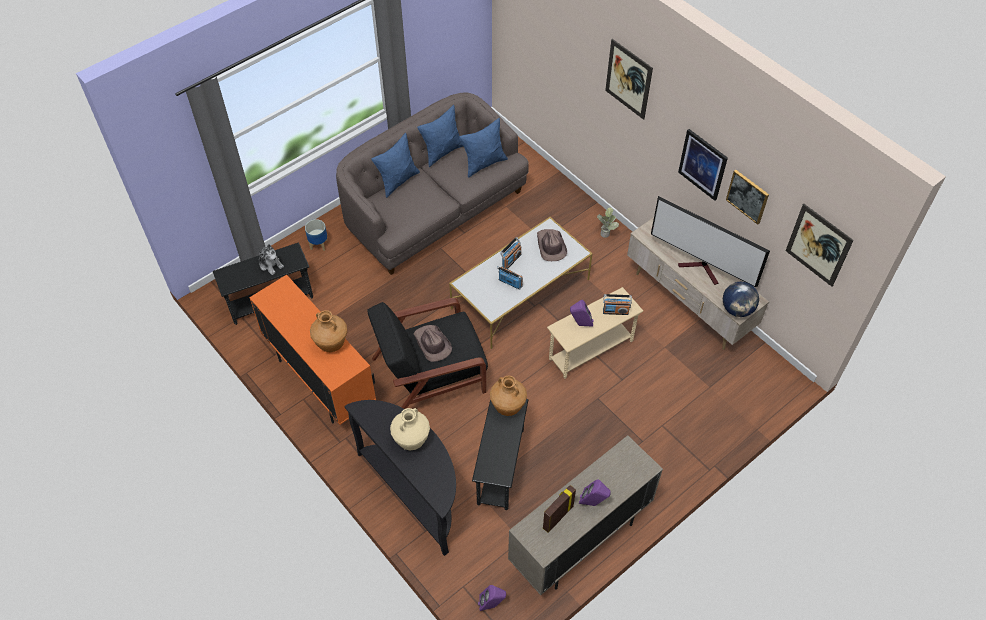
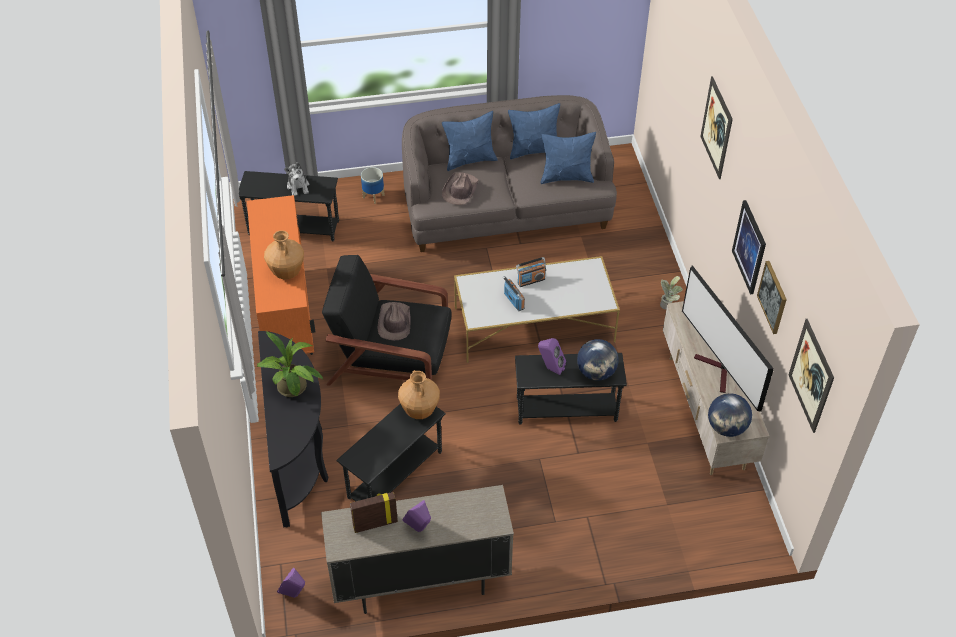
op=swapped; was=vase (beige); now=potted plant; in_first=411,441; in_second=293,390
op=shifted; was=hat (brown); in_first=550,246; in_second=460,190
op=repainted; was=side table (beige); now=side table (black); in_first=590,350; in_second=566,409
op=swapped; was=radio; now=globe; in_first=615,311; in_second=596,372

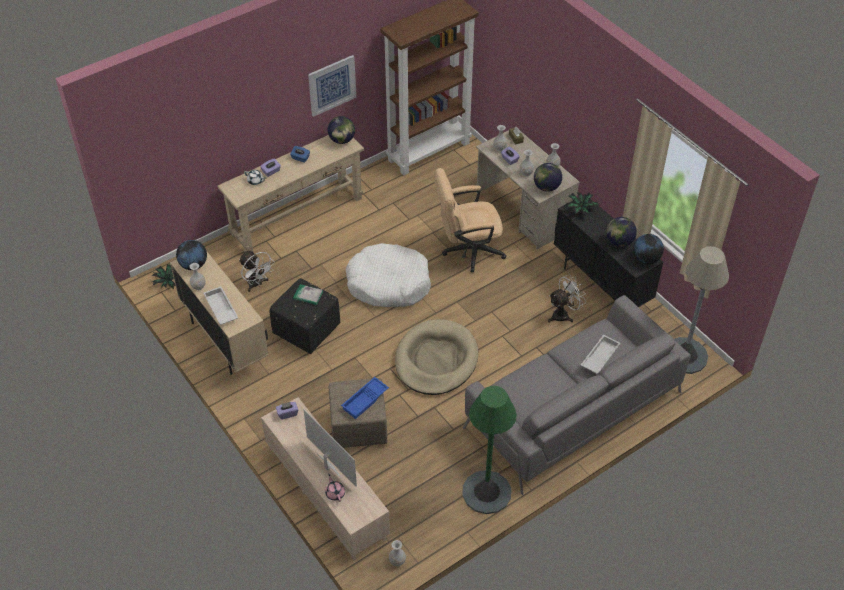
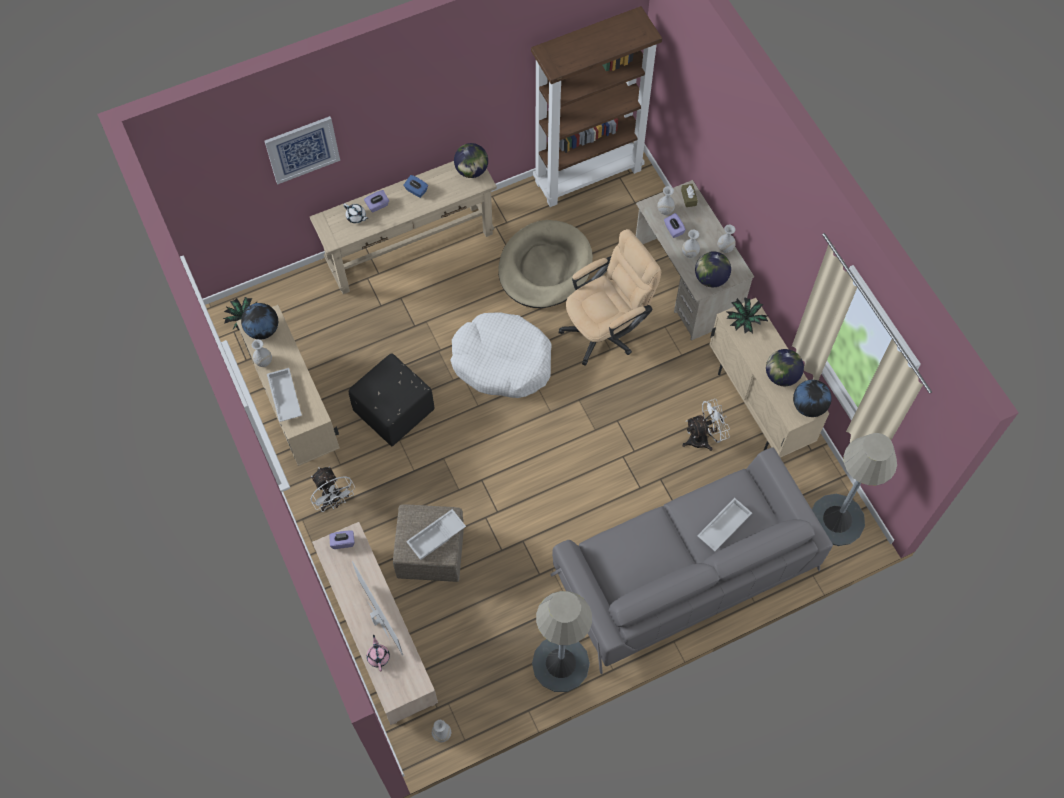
op=shifted; was=fan (white); in_first=257,284; in_second=334,501
op=gone; was=book; in_first=308,295
op=shifted; was=picture; in_first=332,85; in_second=302,149
op=repainted; was=tray (blue); now=tray (white); in_first=365,400; in_second=436,537
op=shifted; was=dog bed (beige); in_first=436,360; in_second=545,267
op=rotated; was=office chair (beige); in_first=467,250; in_second=606,329; clockwise=150
op=repainted; was=floor lamp (green); now=floor lamp (grey); in_first=486,492; in_second=561,664
op=repainted; was=cabinet (black); now=cabinet (beige); in_first=601,285; in_second=758,405

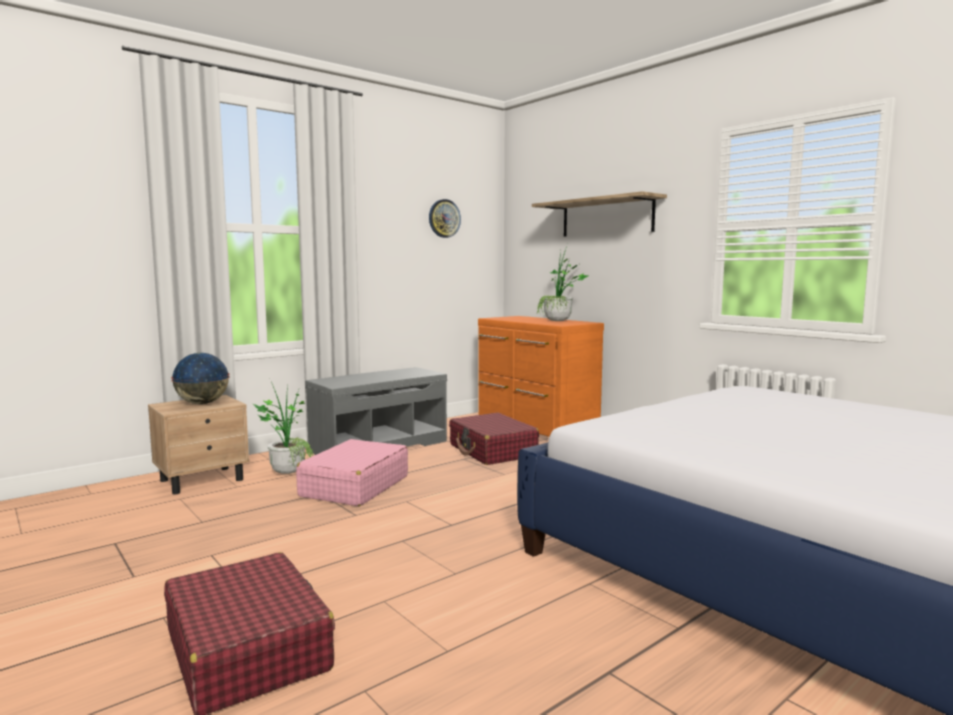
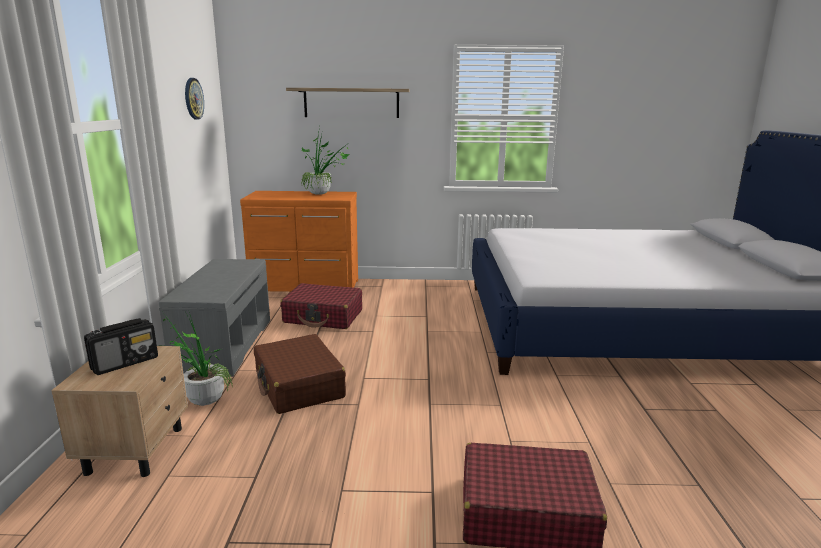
op=swapped; was=globe; now=radio; in_first=202,403; in_second=125,363
op=repainted; was=suitcase (pink); now=suitcase (brown); in_first=354,486; in_second=299,385

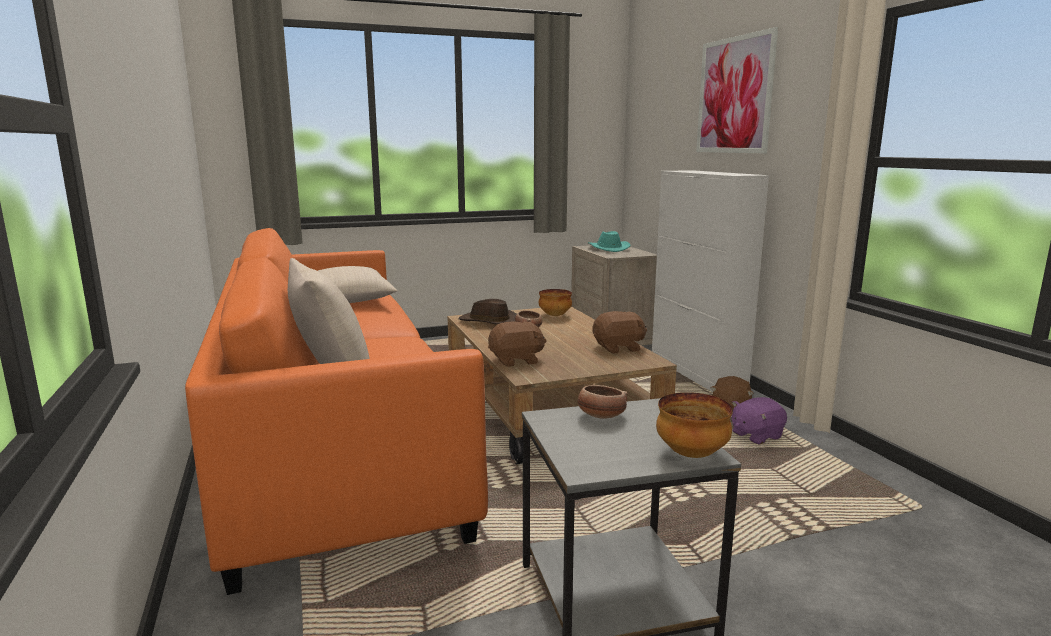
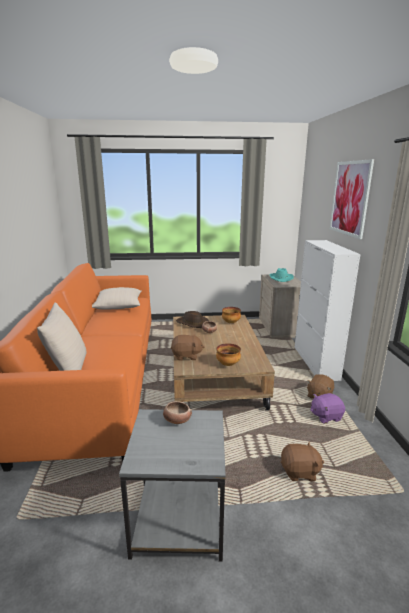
op=shifted; was=plush toy (brown); in_first=618,348; in_second=300,472
op=shifted; was=bowl; in_first=690,454; in_second=227,364

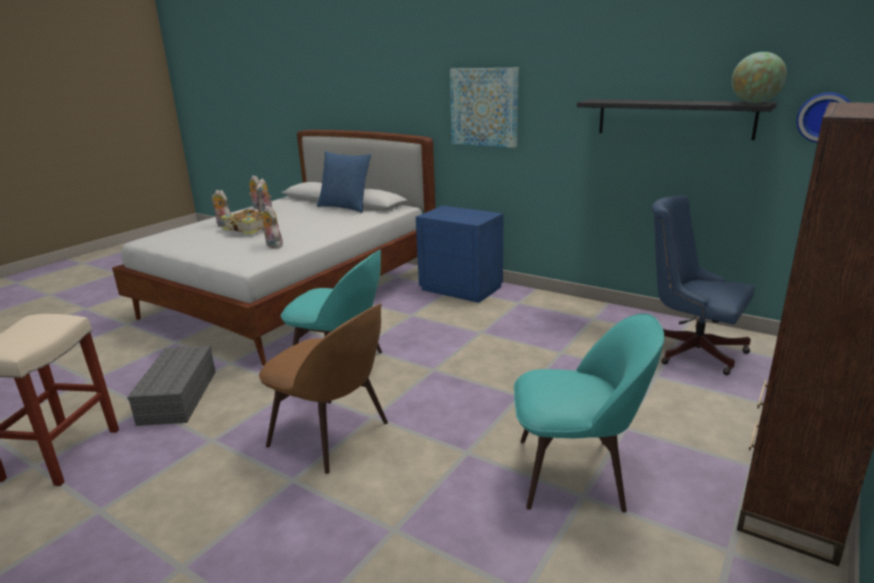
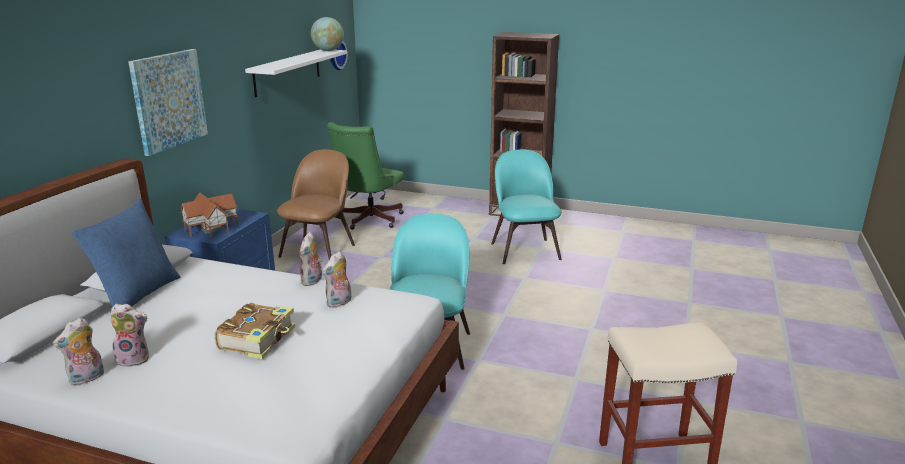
op=gone; was=storage box (grey); in_first=178,396
op=shifted; was=plush toy; in_first=224,226; in_second=312,281
op=shifted; was=chair (brown); in_first=332,436; in_second=319,249
op=repainted; was=shelf (black); now=shelf (white); in_first=674,118; in_second=288,72
op=repainted; was=office chair (blue); now=office chair (green); in_first=690,349; in_second=368,220
op=new; now=toy house; in_second=211,229

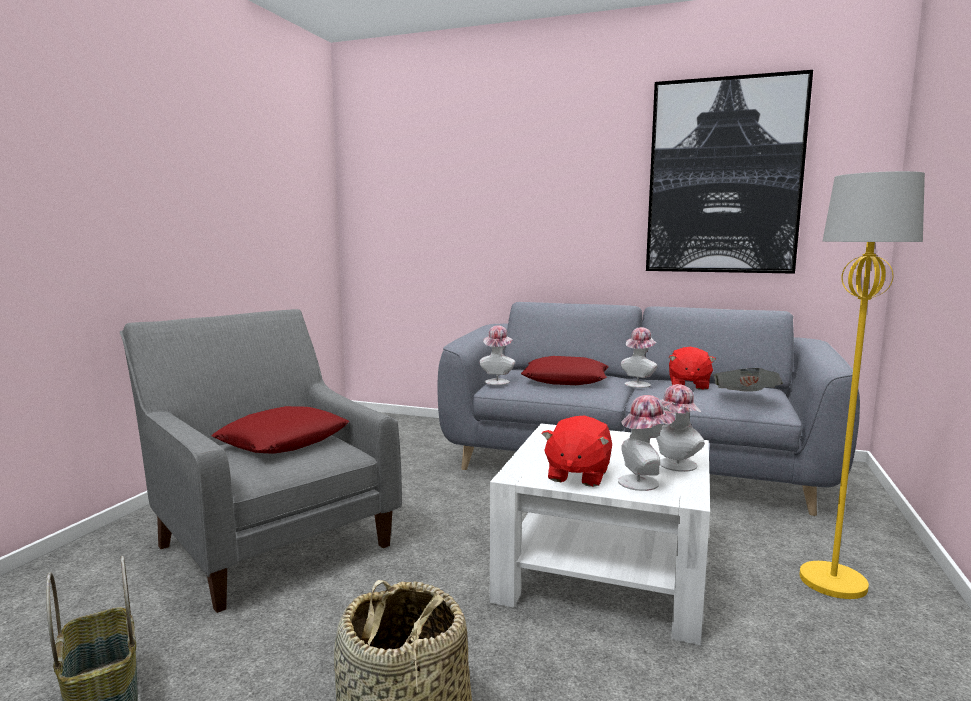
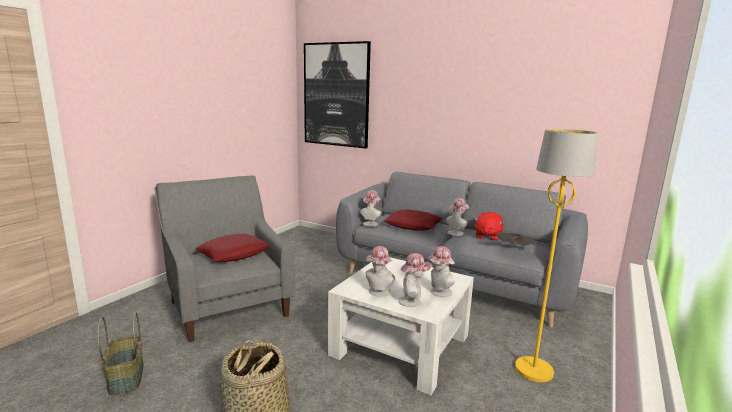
op=swapped; was=plush toy (red); now=hat; in_first=577,475; in_second=378,292
op=shifted; was=picture; in_first=723,177; in_second=336,95

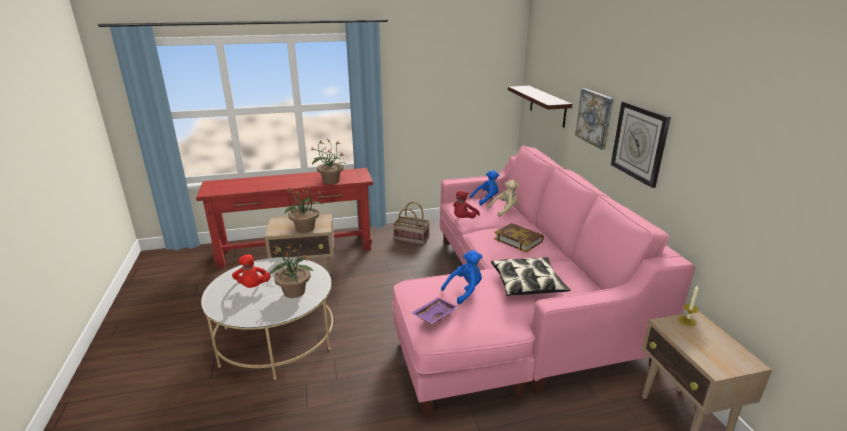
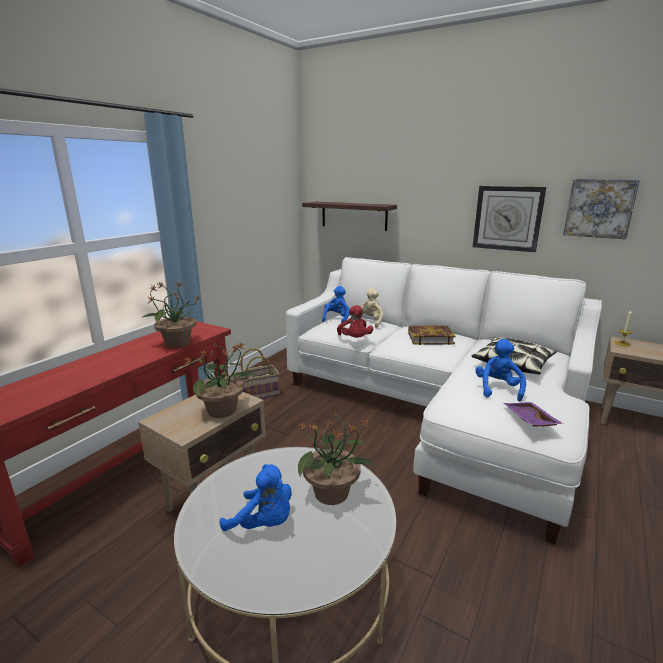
op=repainted; was=plush toy (red); now=plush toy (blue); in_first=253,287; in_second=263,523
op=repainted; was=sofa (pink); now=sofa (white); in_first=515,306; in_second=438,407
op=shifted; was=picture; in_first=595,118; in_second=599,208

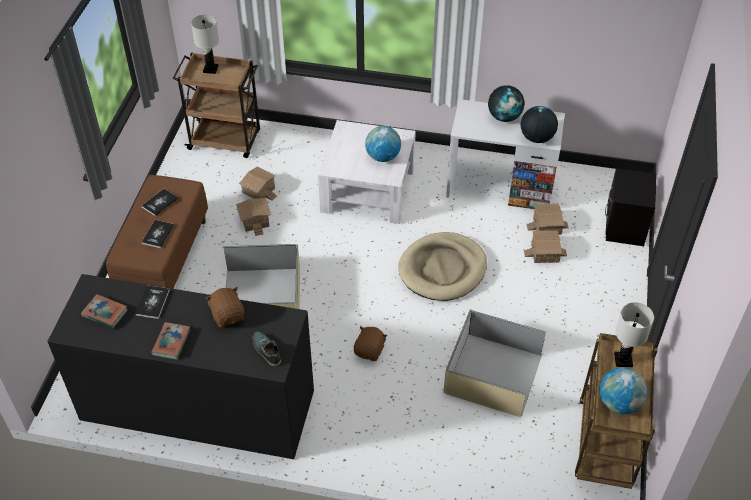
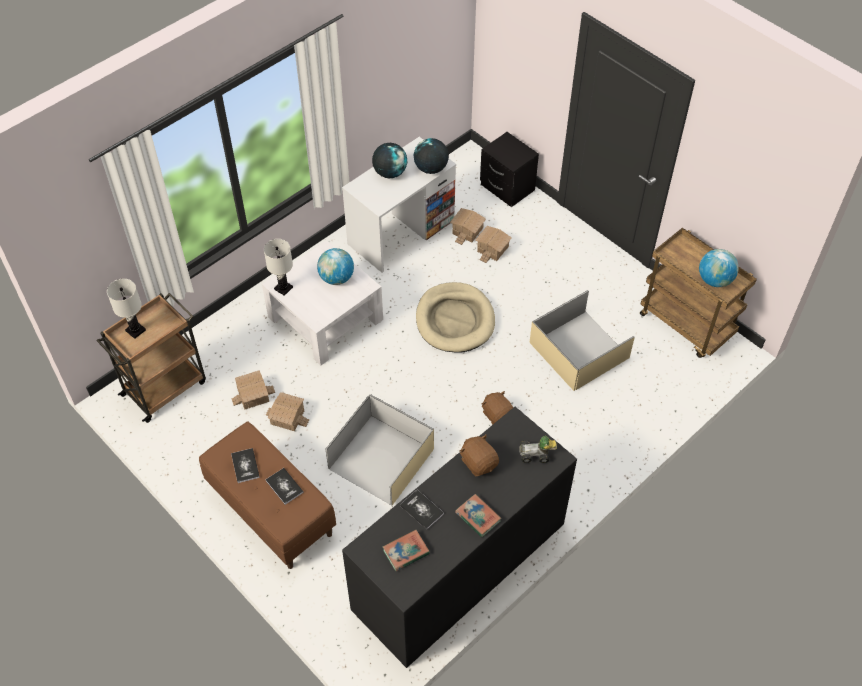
op=rotated; was=plush toy (brown); in_first=228,315; in_second=479,462; clockwise=45
op=swapped; was=shoe; now=toy car; in_first=266,350; in_second=536,454
op=shifted; was=table lamp (white); in_first=623,360; in_second=283,288

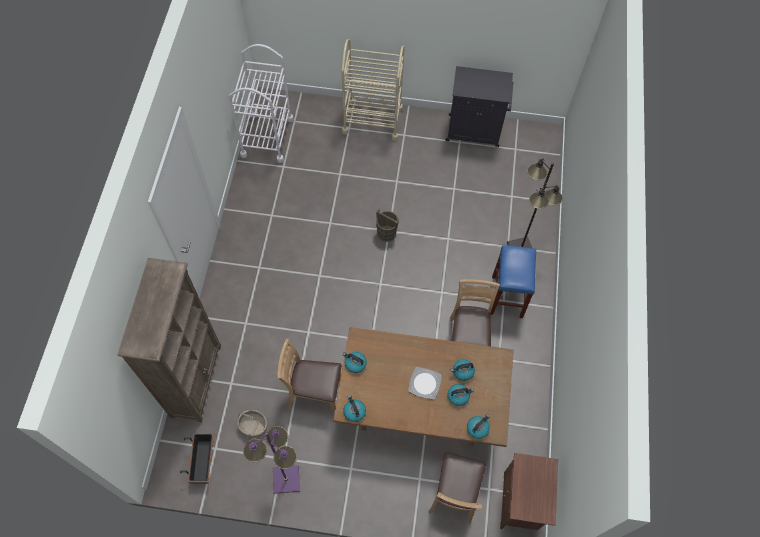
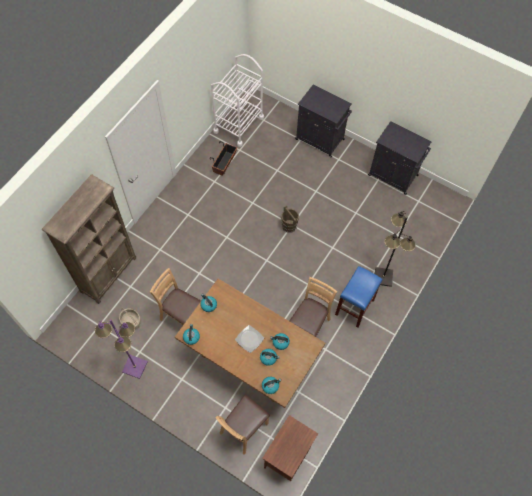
op=shifted; was=planter; in_first=203,461; in_second=224,163
op=swapped; was=cart (beige); now=cabinet (black); in_first=372,120; in_second=320,140

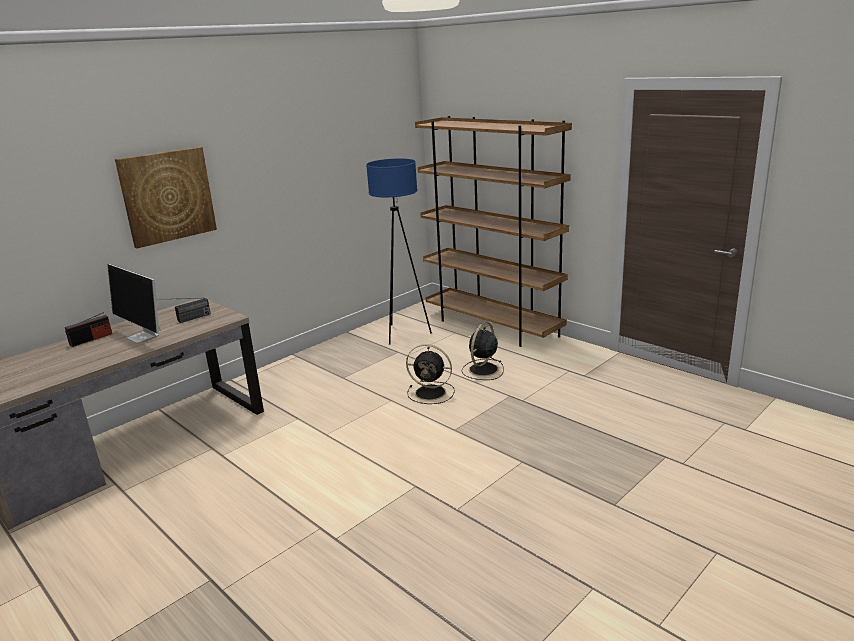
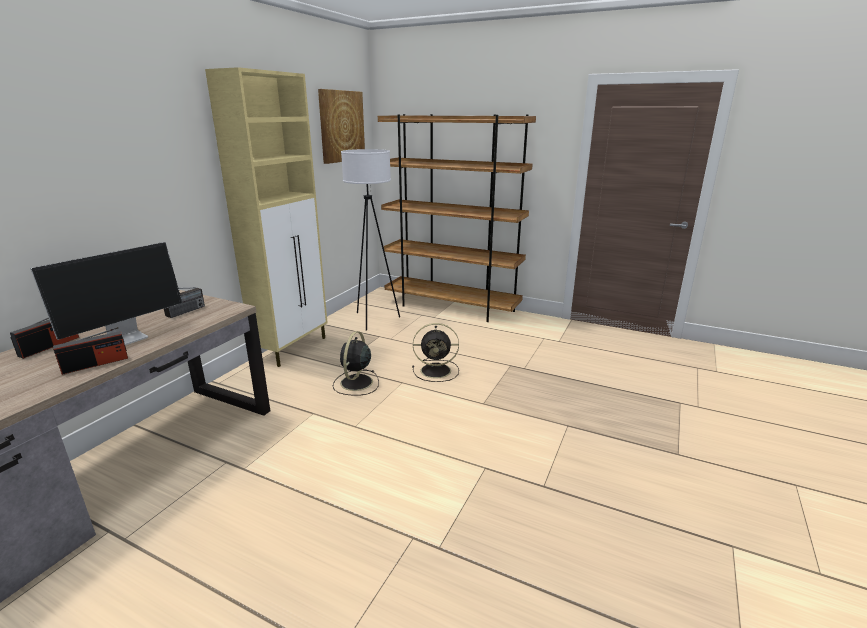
op=rotated; was=monitor; in_first=143,337; in_second=128,337; clockwise=-75
op=shifted; was=picture; in_first=167,196; in_second=341,126
op=repainted; was=floor lamp (blue); now=floor lamp (white); in_first=403,333; in_second=374,319
op=shifted; was=fan (black); in_first=482,370; in_second=356,383
op=new; now=radio; in_second=96,364
op=new; now=cabinet (beige); in_second=293,348

